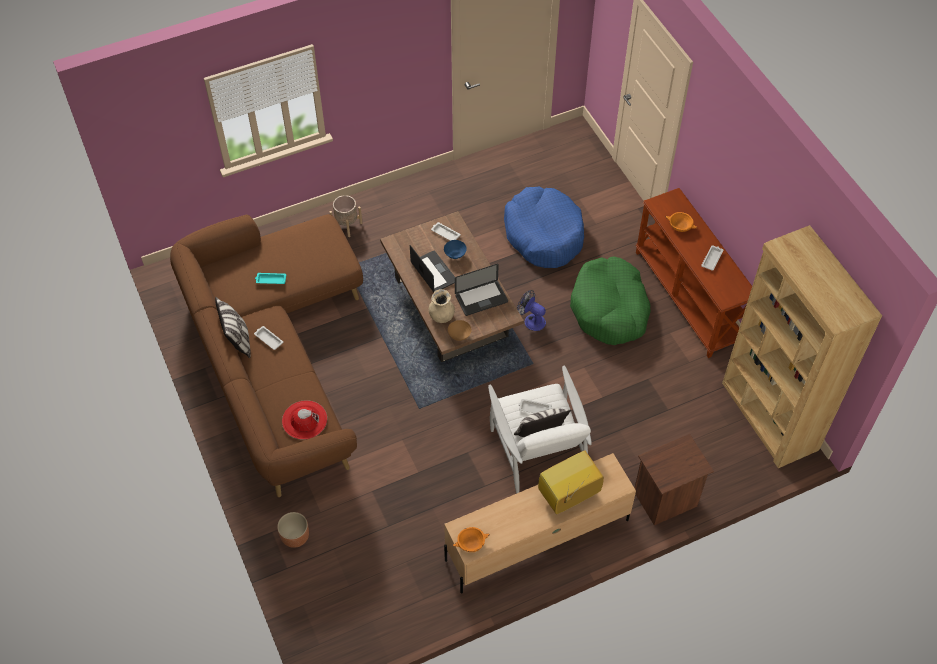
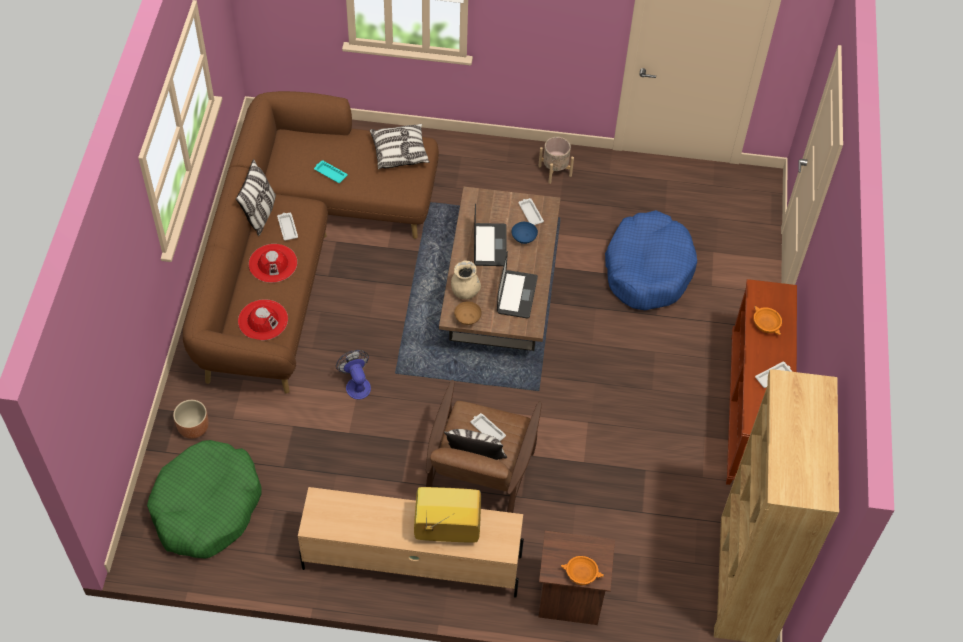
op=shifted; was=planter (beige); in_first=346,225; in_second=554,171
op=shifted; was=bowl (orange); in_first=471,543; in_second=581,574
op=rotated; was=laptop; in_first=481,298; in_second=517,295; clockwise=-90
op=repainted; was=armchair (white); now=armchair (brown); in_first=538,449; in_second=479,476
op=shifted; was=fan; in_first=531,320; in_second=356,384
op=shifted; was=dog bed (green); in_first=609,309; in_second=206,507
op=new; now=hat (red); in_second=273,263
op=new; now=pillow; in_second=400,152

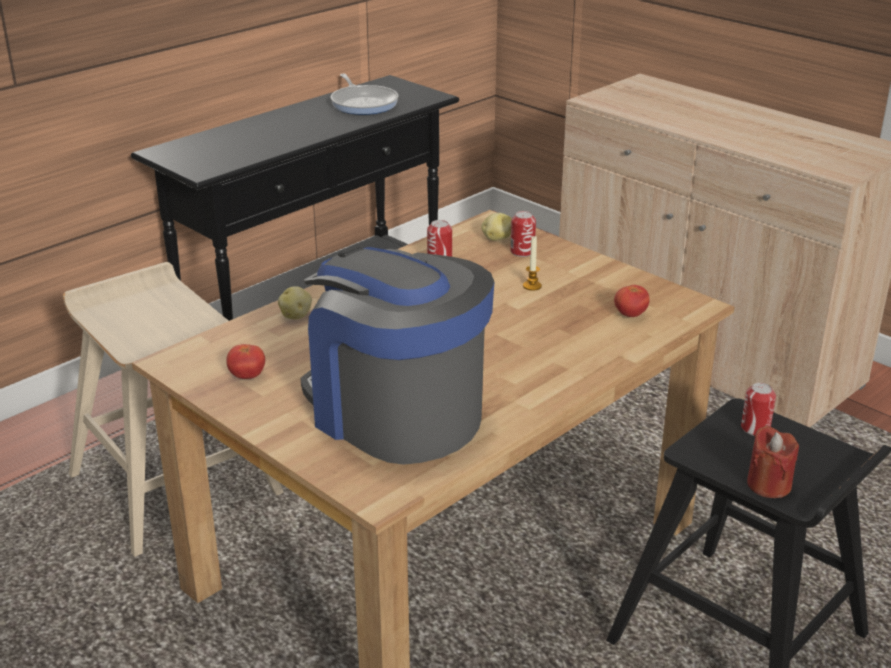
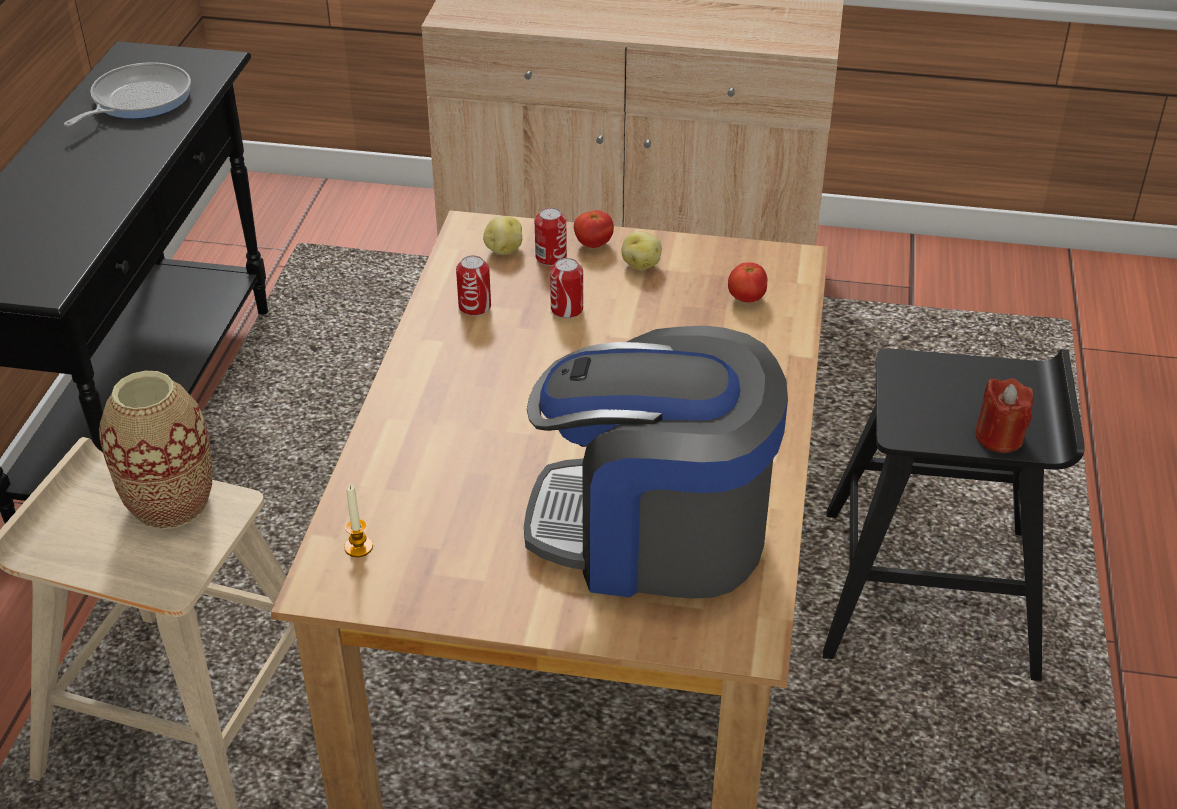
op=shifted; was=tomato; in_first=247,376; in_second=593,244
op=shifted; was=potato; in_first=296,315; in_second=641,264
op=rotated; was=frying pan; in_first=363,103; in_second=137,100; clockwise=-90
op=shifted; was=candle; in_first=532,286; in_second=358,547
op=shifted; was=can; in_first=755,428; in_second=567,309
op=new; now=vase; in_second=171,503

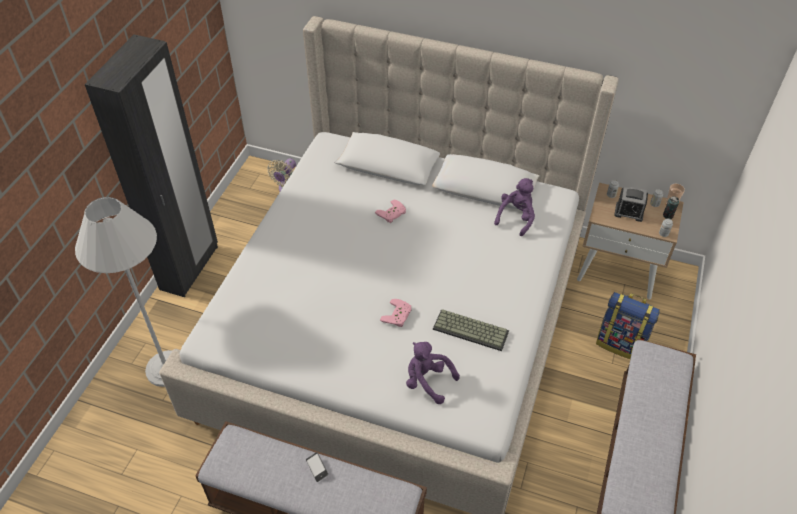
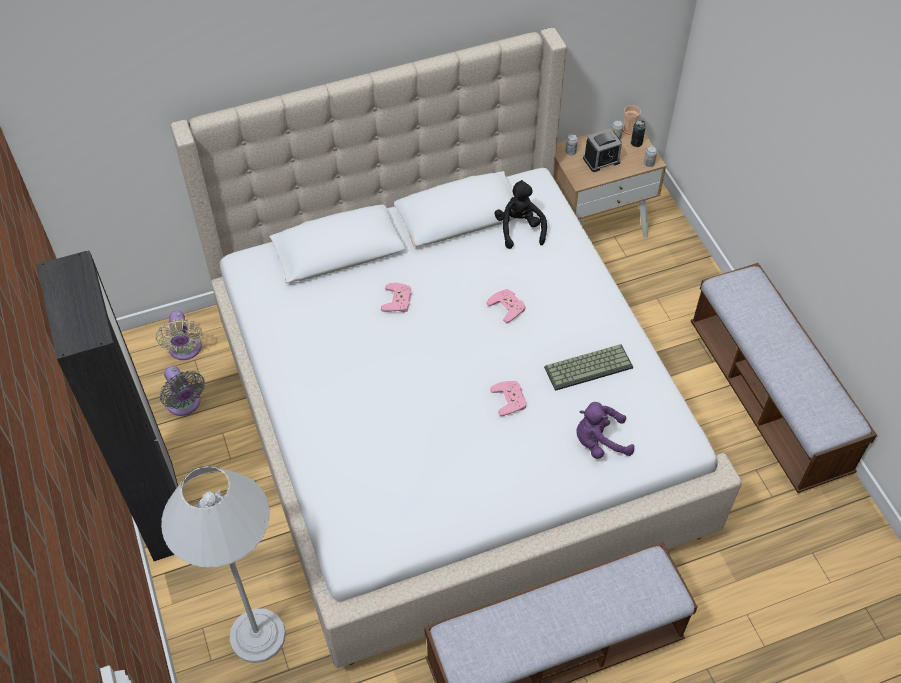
op=gone; was=phone; in_first=317,468
op=repainted; was=plush toy (purple); now=plush toy (black); in_first=516,217; in_second=519,229
op=gone; was=backpack; in_first=621,343
op=new; now=fan (grey); in_second=185,404
op=new; now=game controller (pink); in_second=509,306

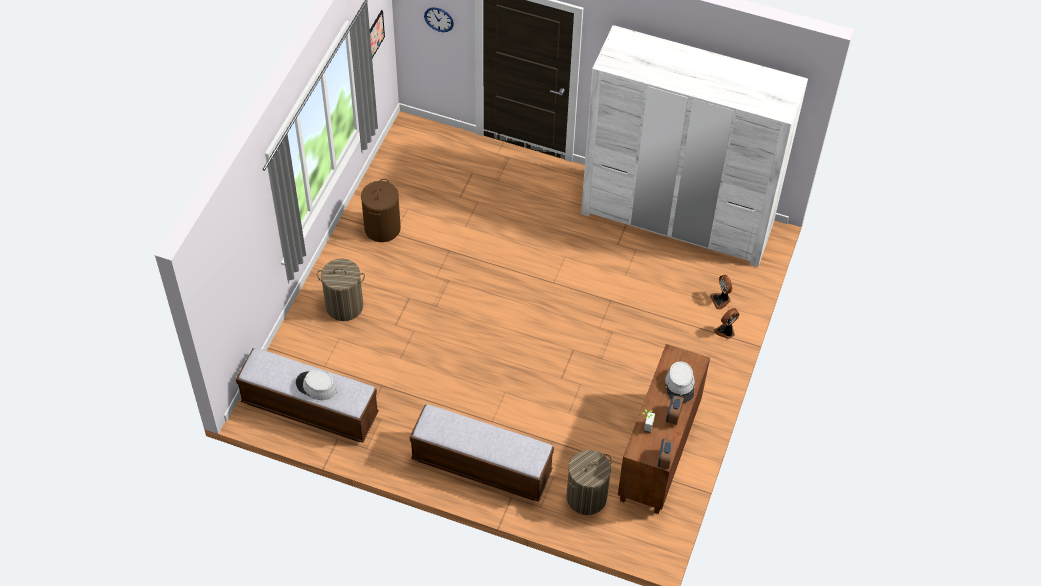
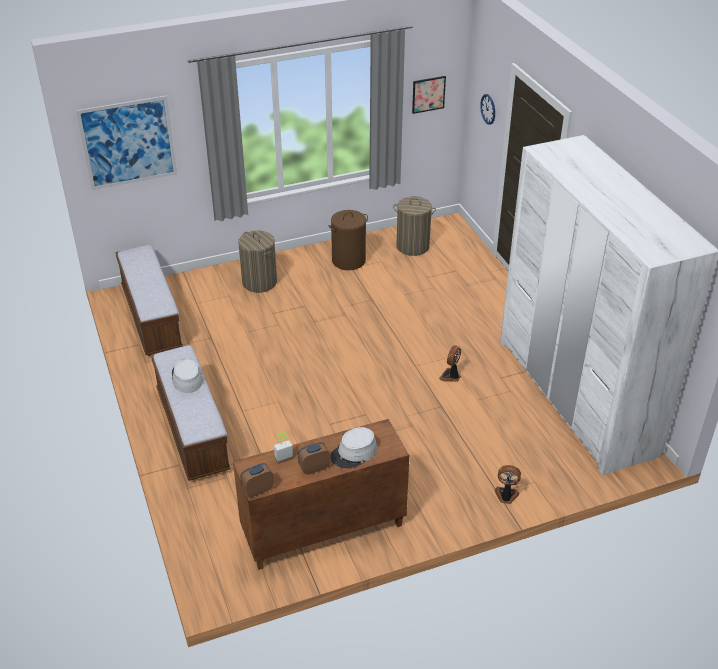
op=shifted; was=hat (grey); in_first=316,386; in_second=186,377
op=shifted; was=laundry basket; in_first=586,497; in_second=412,246
op=shifted; was=fan; in_first=721,300; in_second=451,376
op=new; now=picture; in_second=128,143

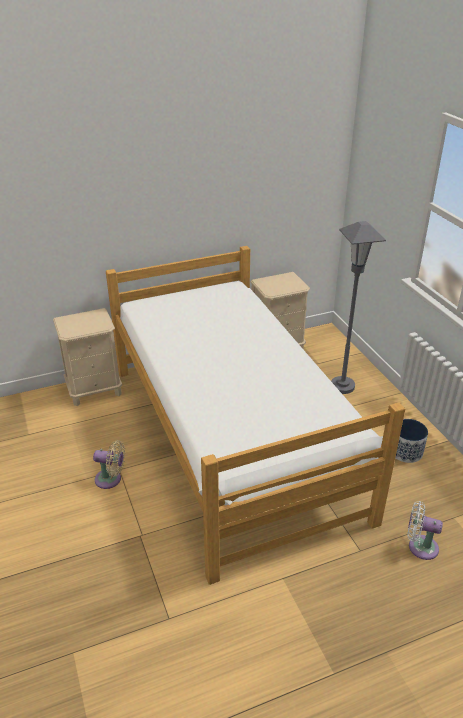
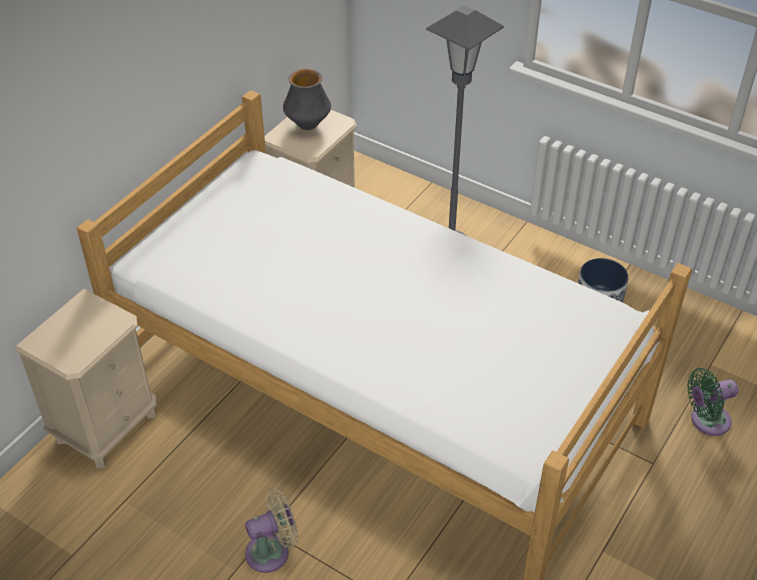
op=repainted; was=fan (white); now=fan (green); in_first=419,546; in_second=706,421
op=new; now=vase; in_second=307,125

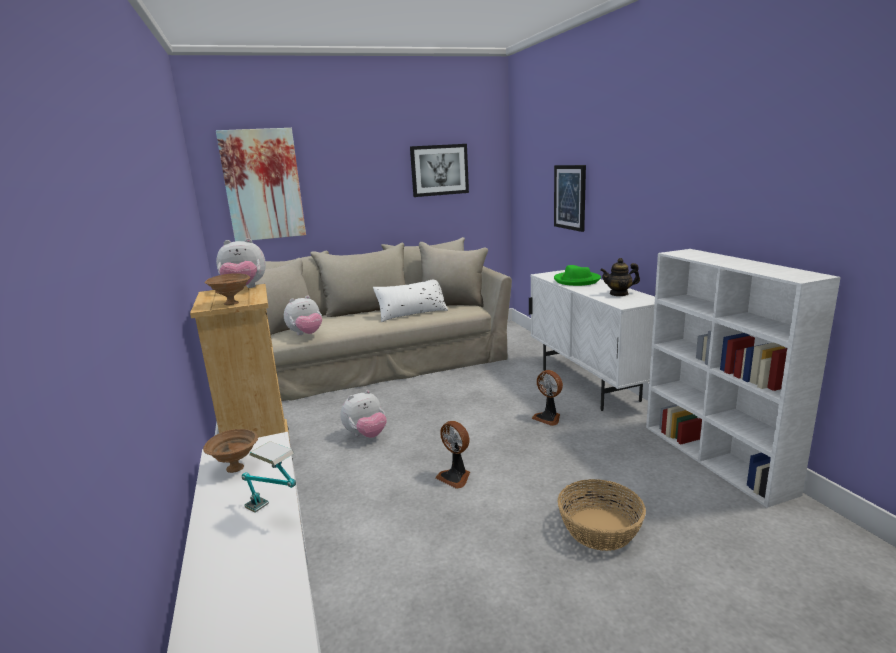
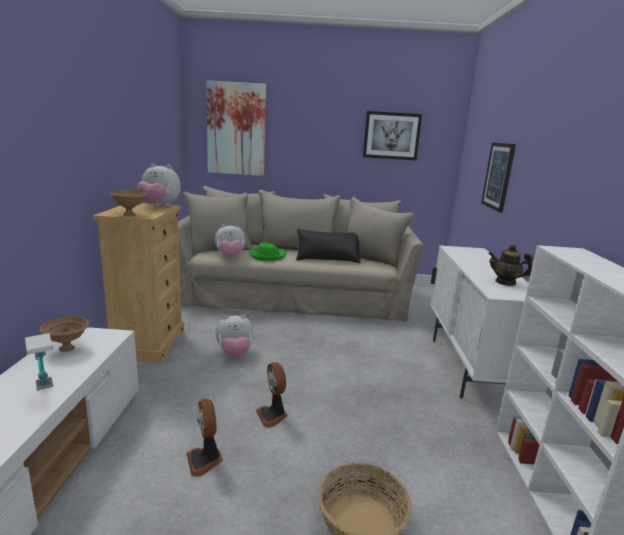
op=repainted; was=pillow (white); now=pillow (black); in_first=412,314; in_second=327,259
op=shifted; was=fan; in_first=548,418; in_second=205,460
op=shifted; was=hat (green); in_first=576,280; in_second=267,256

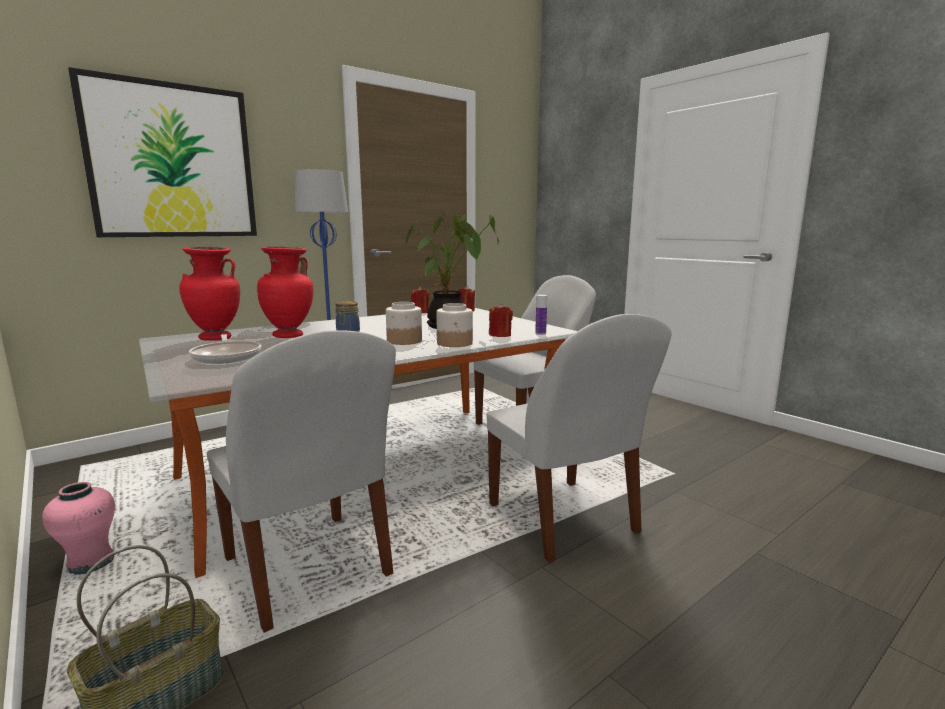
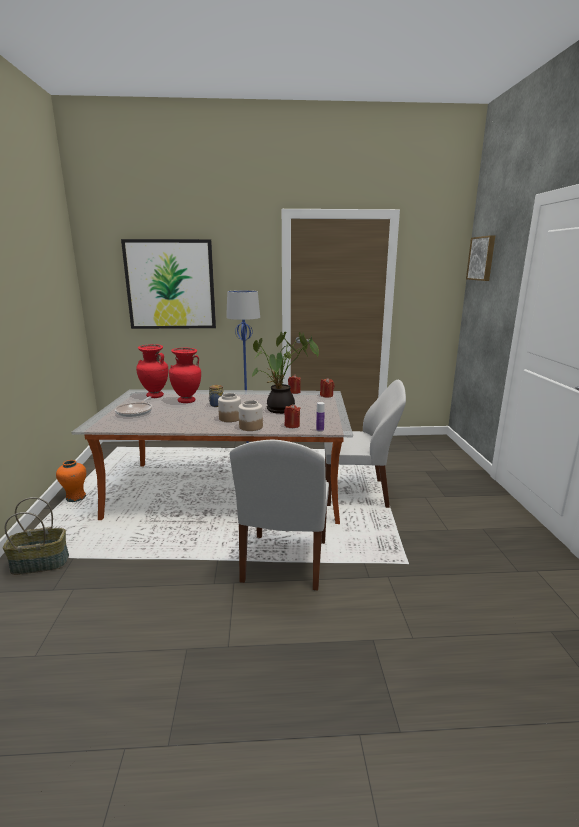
op=repainted; was=vase (pink); now=vase (orange); in_first=91,563; in_second=76,498
op=gone; was=chair (white); in_first=308,569
op=new; now=picture; in_second=482,258

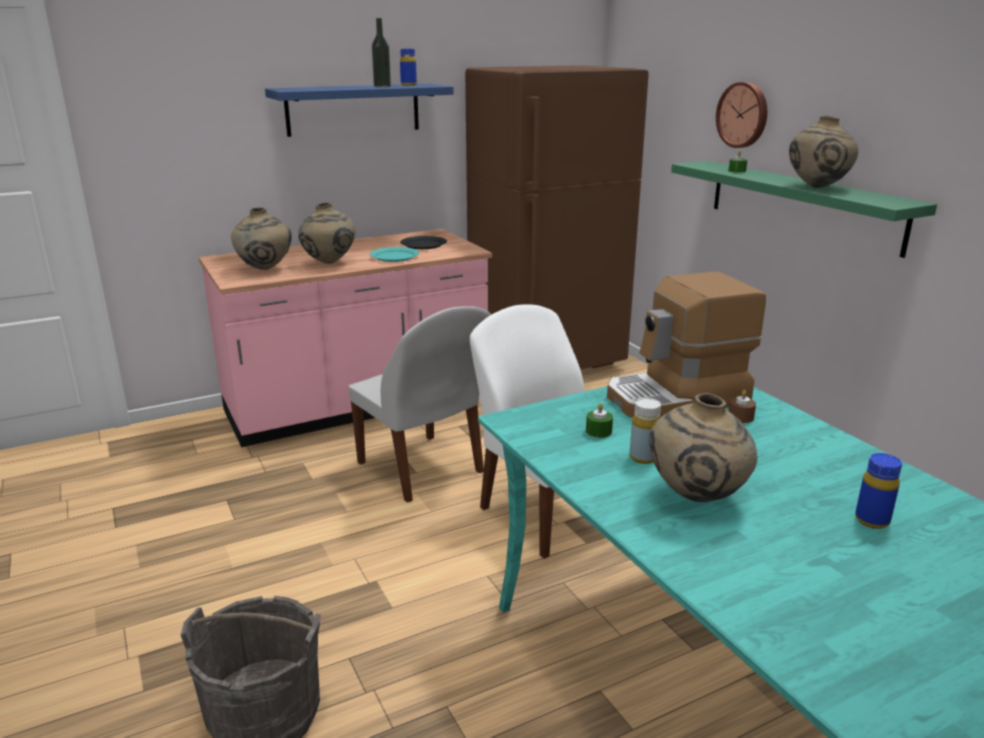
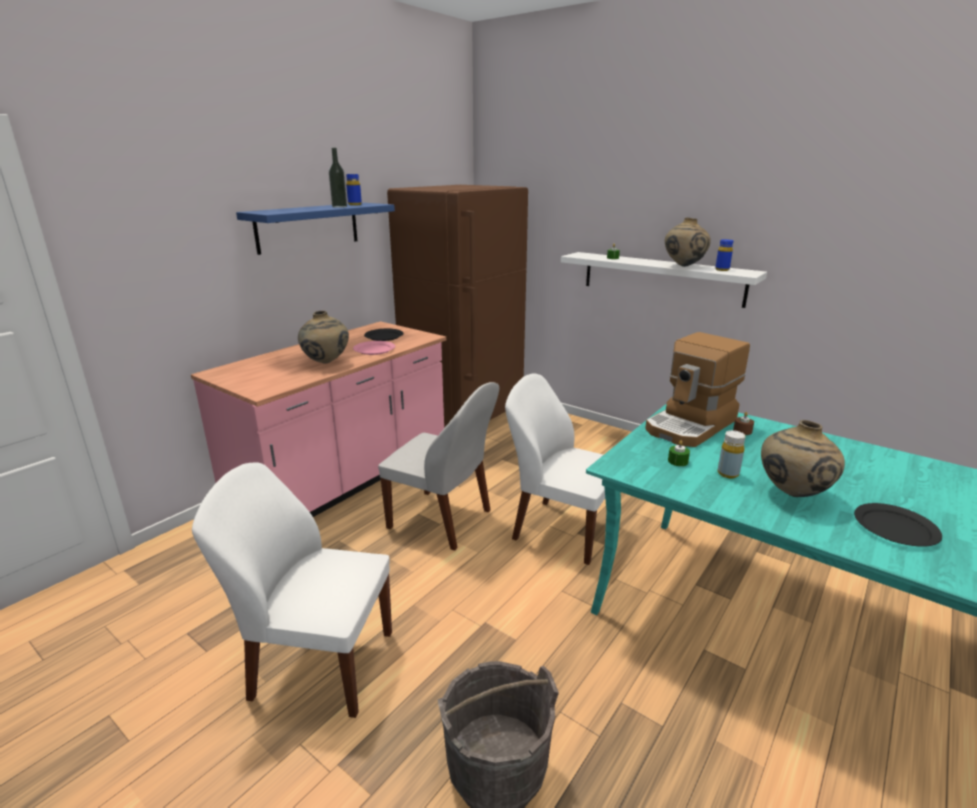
op=gone; was=vase (beige); in_first=266,269
op=repainted; was=plate (turquoise); now=plate (pink); in_first=394,256; in_second=374,349
op=repainted; was=shelf (green); now=shelf (white); in_first=802,204; in_second=661,278
op=gone; was=wall clock; in_first=743,115
op=shifted; was=bottle (blue); in_first=872,520; in_second=722,269
op=new; now=chair (white); in_second=319,663
op=new; now=plate (black); in_second=896,528

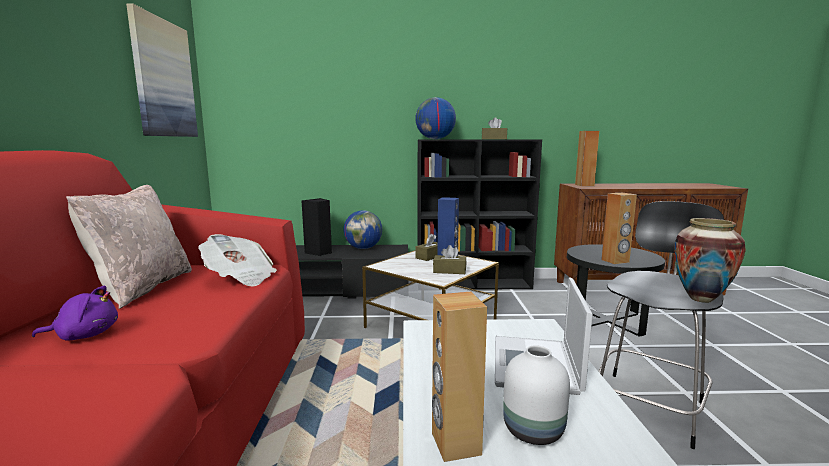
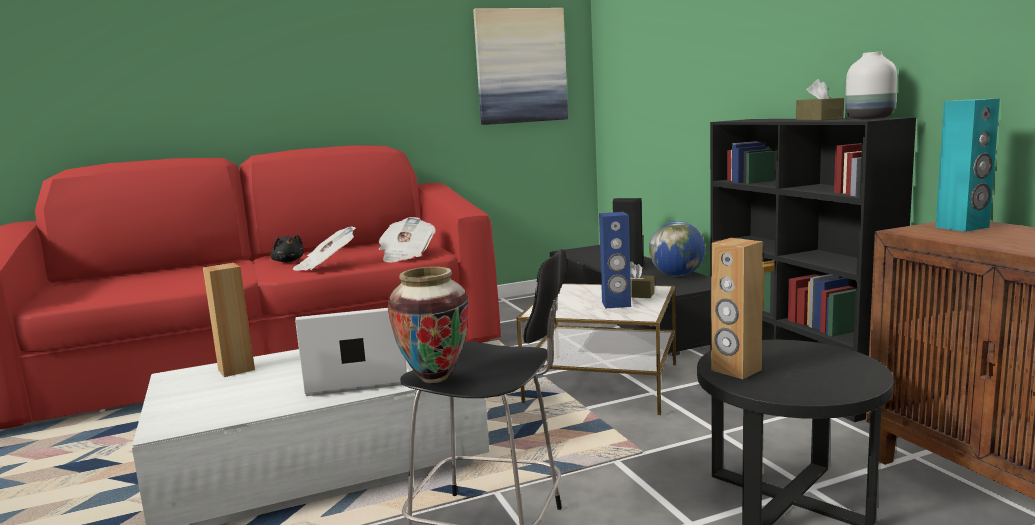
op=repainted; was=plush toy (purple); now=plush toy (black); in_first=84,335; in_second=288,261
op=gone; was=pillow (beige); in_first=141,288
op=gone; was=globe; in_first=435,139
op=gone; was=tissue box (brown); in_first=449,271
op=shifted; was=vase (white); in_first=534,430; in_second=870,118
op=repainted; was=speaker (brown); now=speaker (turquoise); in_first=584,185; in_second=962,227
op=new; now=newspaper; in_second=326,266

